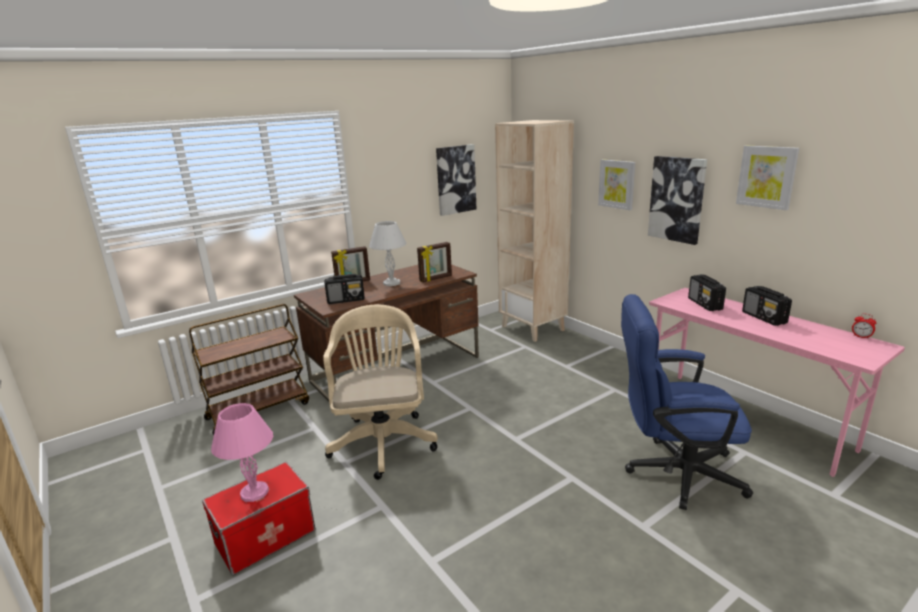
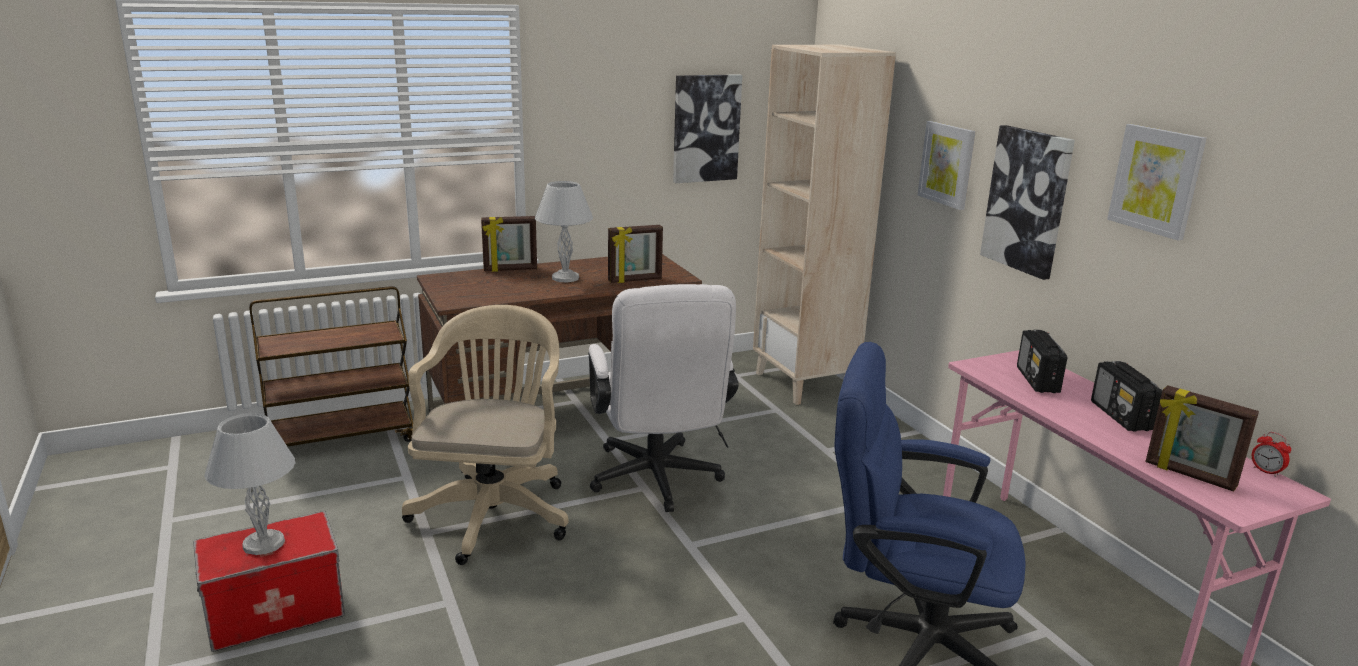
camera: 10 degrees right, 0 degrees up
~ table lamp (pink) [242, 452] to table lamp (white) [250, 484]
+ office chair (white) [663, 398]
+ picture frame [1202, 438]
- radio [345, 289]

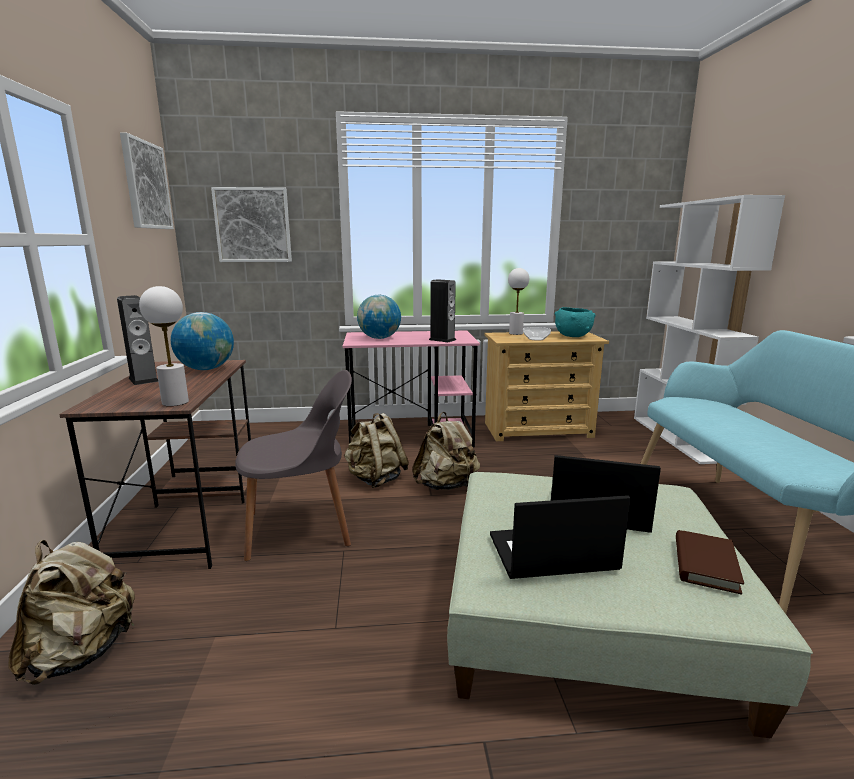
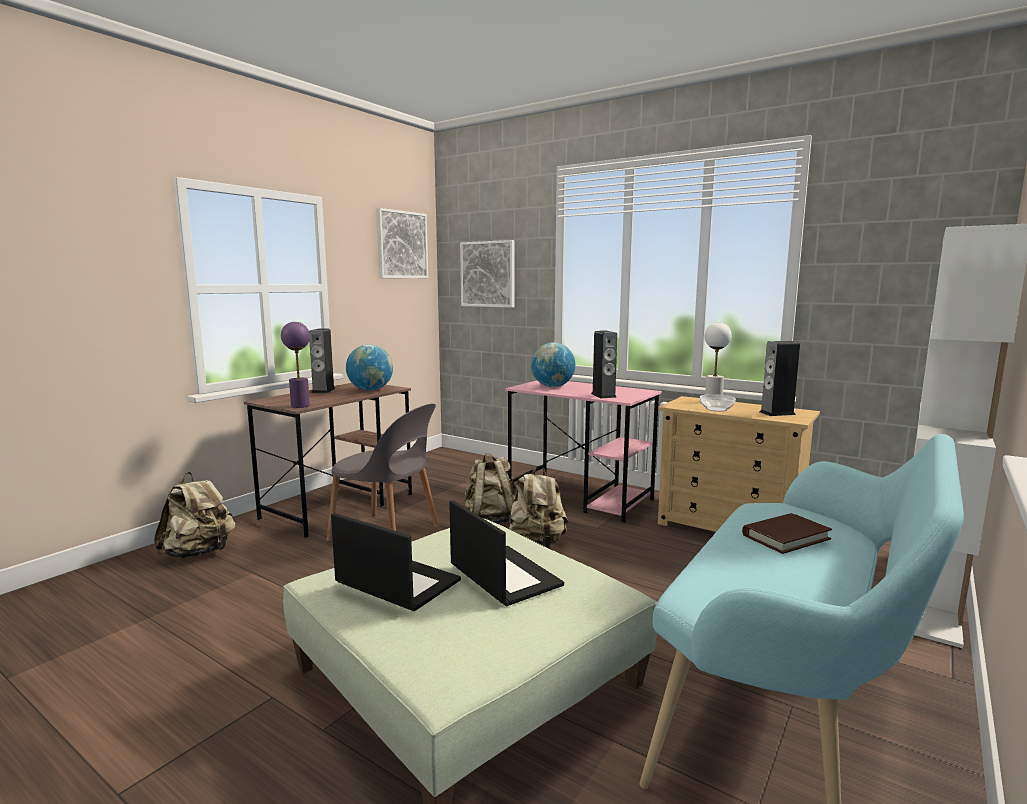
camera: 40 degrees right, 5 degrees down
~ table lamp (white) [164, 346] to table lamp (purple) [295, 365]
~ book (brown) [710, 562] to [787, 533]
~ bowl (turquoise) [575, 322] to speaker [779, 378]

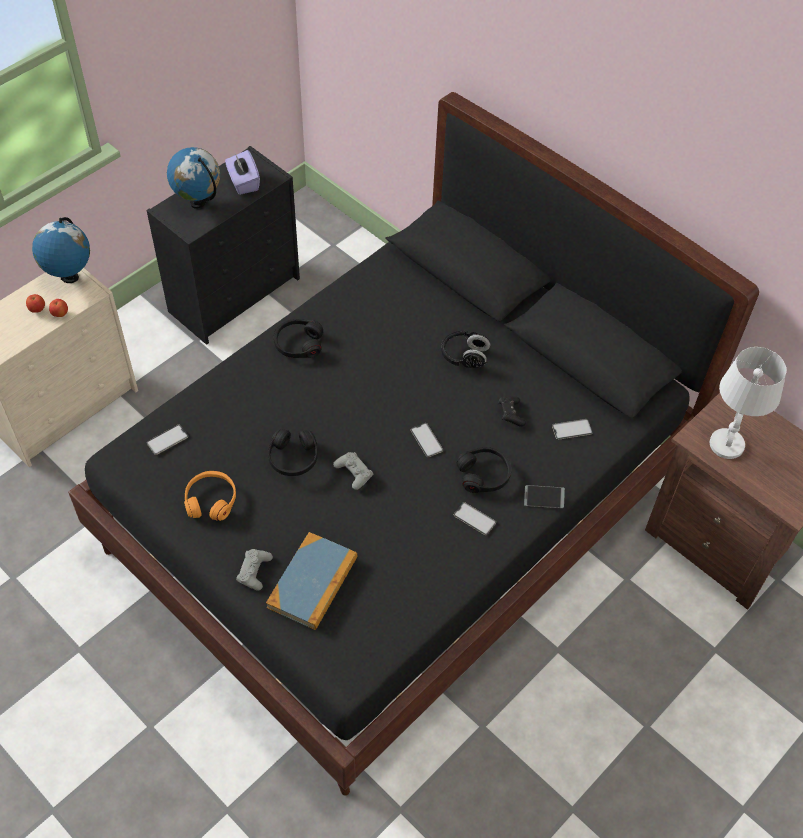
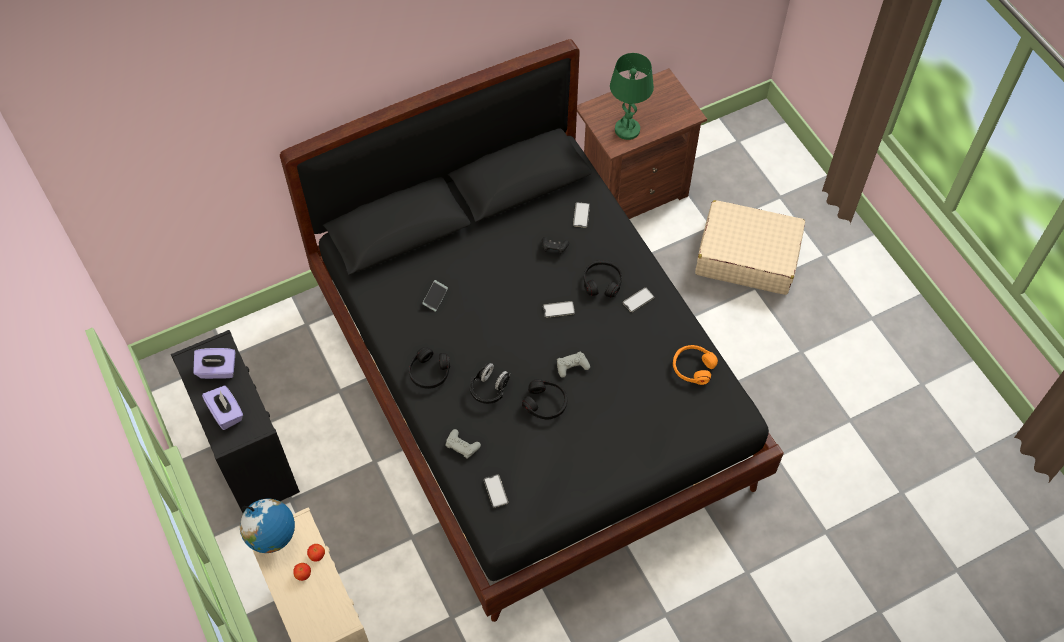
camera: 70 degrees left, 5 degrees up
~ globe [193, 178] to tissue box (purple) [222, 408]
~ phone [544, 496] to [435, 296]
~ game controller (grey) [254, 570] to [463, 444]
~ headphones (black) [465, 349] to [490, 383]
~ table lamp (white) [748, 403] to table lamp (green) [632, 96]
~ headphones (orange) [210, 496] to [695, 365]
+ suitcase (beige) [750, 247]
- book [312, 581]

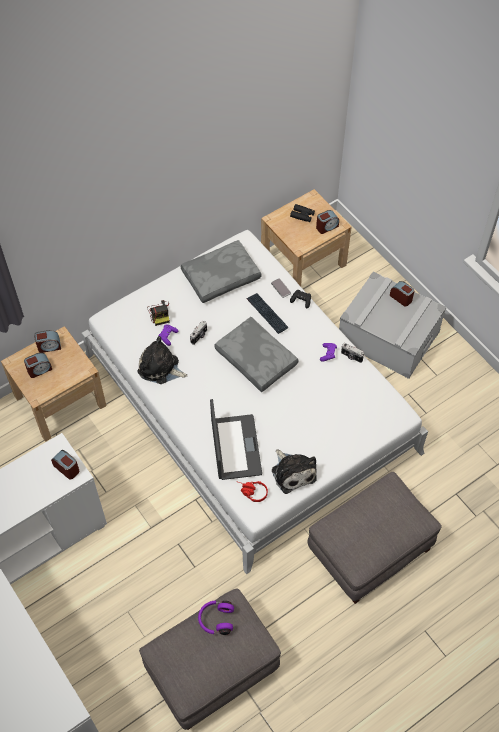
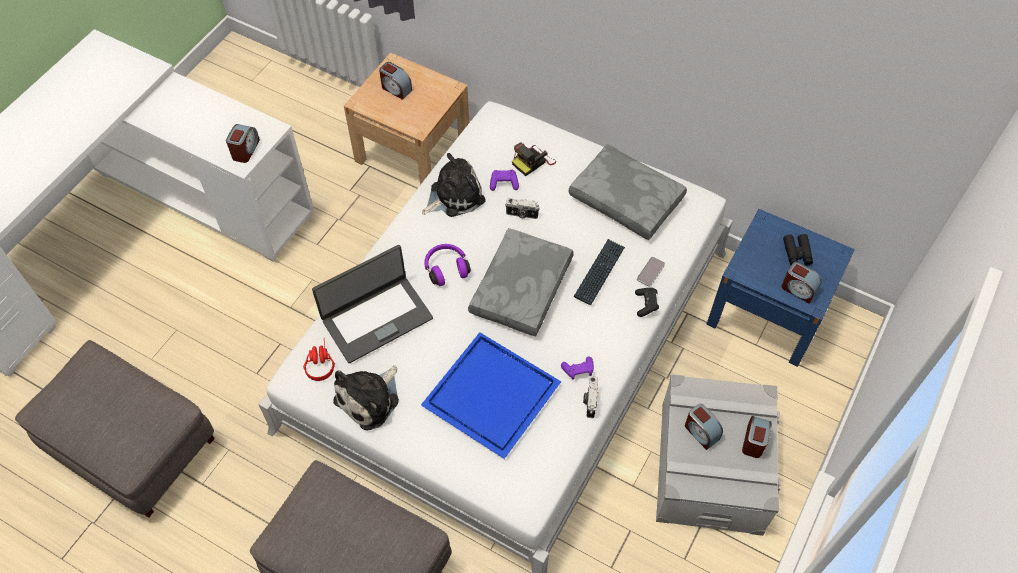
camera: 65 degrees right, 0 degrees up
+ tray (blue) [491, 395]
~ plush toy [162, 360] = [453, 185] 60 degrees clockwise
~ headphones (purple) [216, 618] to [447, 265]
~ alarm clock [47, 341] to [704, 427]
~ nightstand (beige) [306, 237] to nightstand (blue) [780, 288]

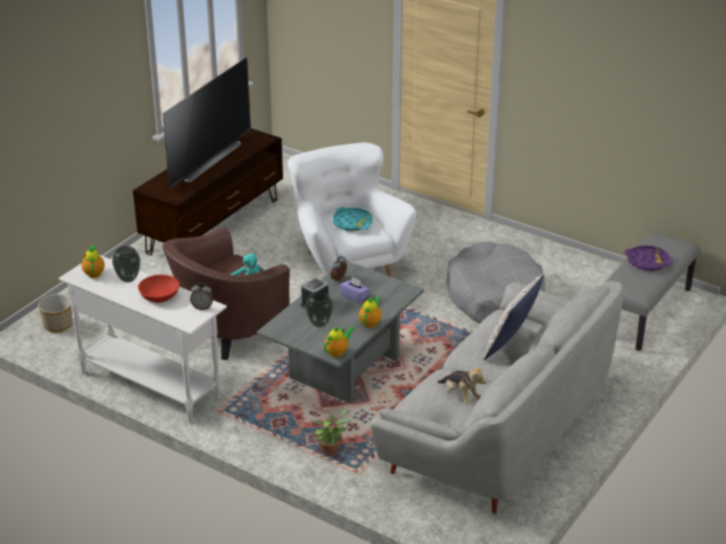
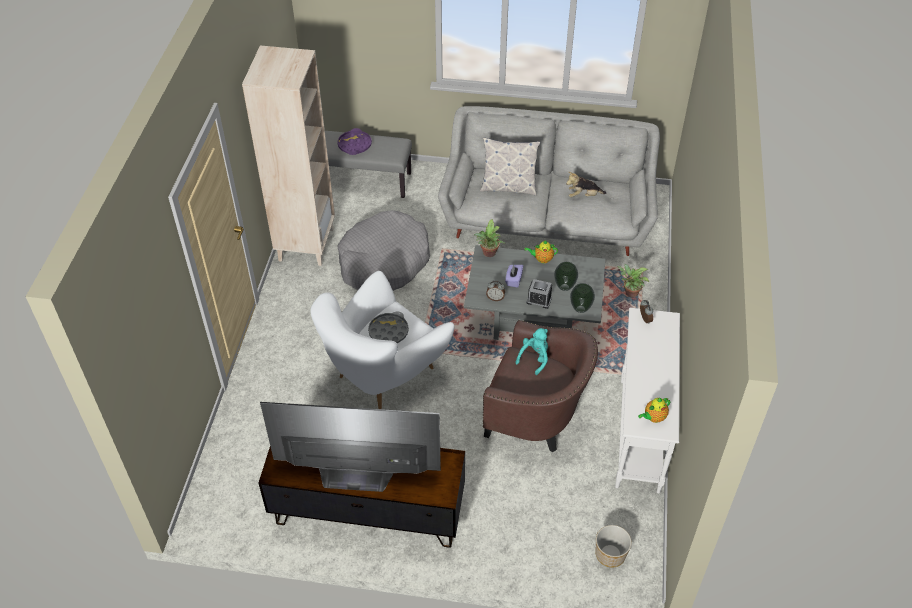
camera: 115 degrees left, 15 degrees up
+ bookcase (beige) [288, 155]
~ tray (turquoise) [353, 219] to tray (grey) [388, 327]
+ potted plant [489, 238]
~ plush toy [462, 384] = [586, 184] 120 degrees counterclockwise
~ vase [126, 264] to [582, 298]
- bowl (red) [158, 289]
- teapot [339, 341]

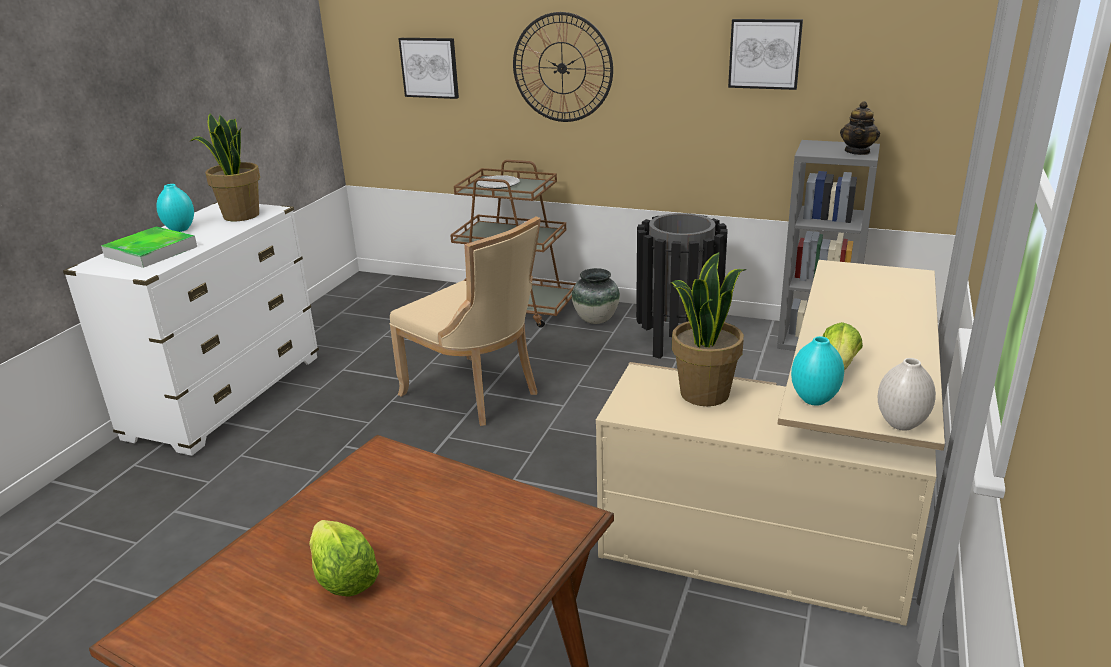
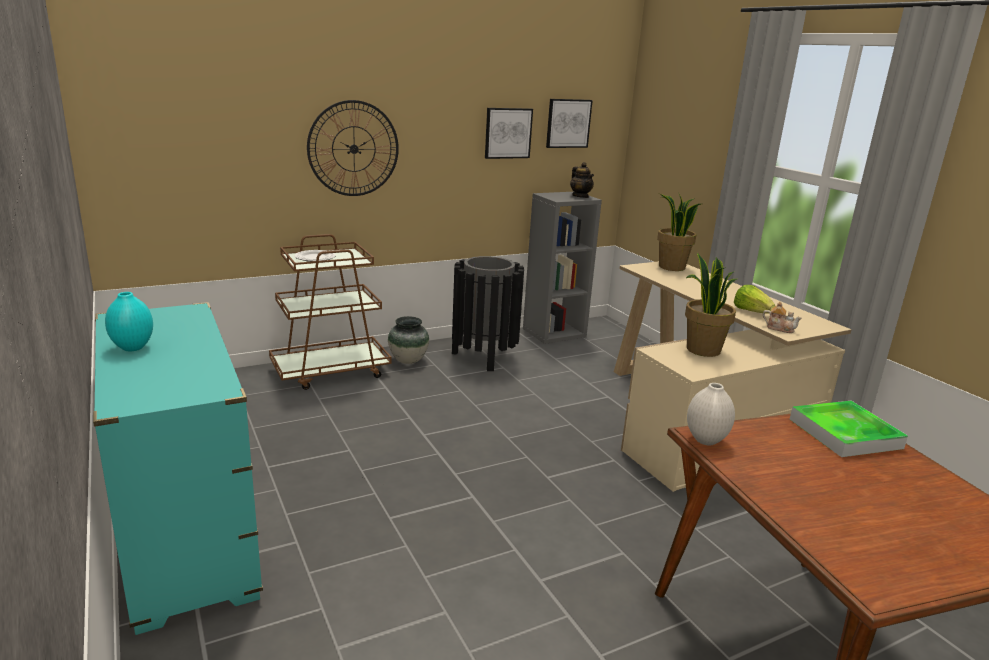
camera: 50 degrees left, 5 degrees down
~ dresser (white) [191, 329] to dresser (turquoise) [178, 468]
~ picture [428, 68] to [569, 123]
~ potted plant [225, 167] to [679, 232]
~ vase (white) [907, 394] to [711, 414]
~ vase (turquoise) [817, 371] to teapot [782, 317]
~ tray [149, 247] to [849, 429]
- lettuce [344, 558]
- chair (beige) [465, 321]

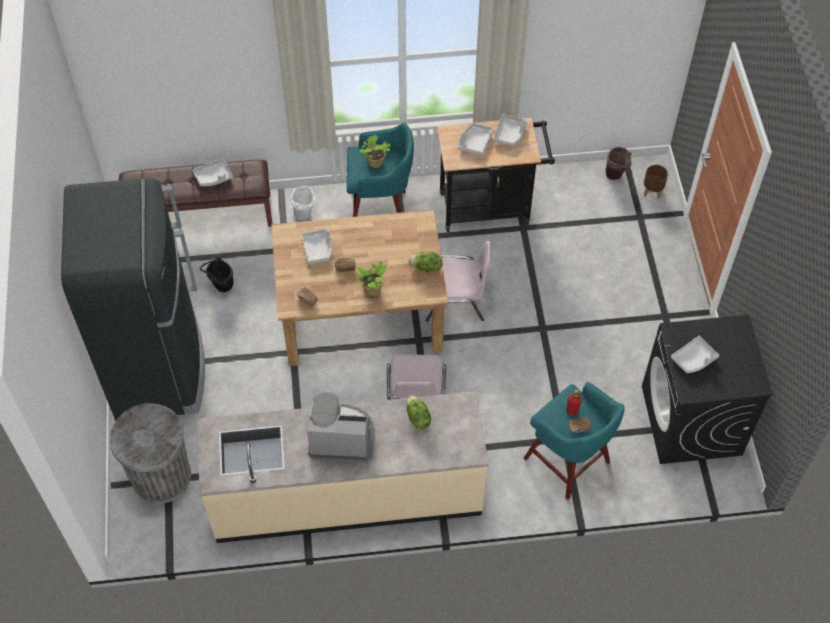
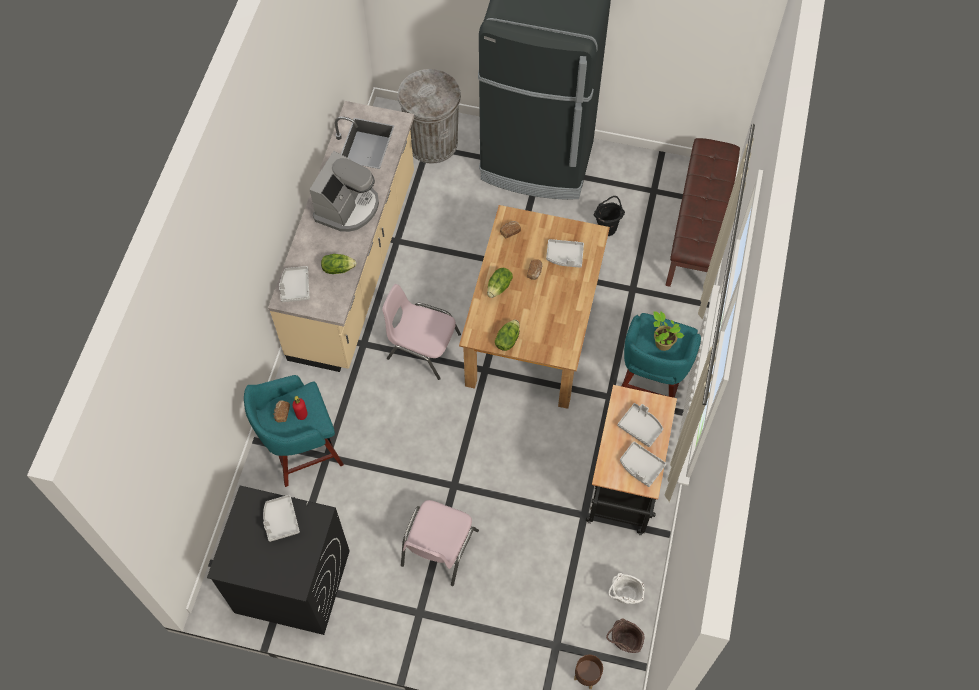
camera: 110 degrees right, 5 degrees up
~ tray (grey) [213, 172] to [294, 284]
~ chair (pink) [458, 281] to [440, 543]
~ potted plant [372, 278] to lettuce [500, 282]
~ bucket (white) [303, 203] to [626, 588]

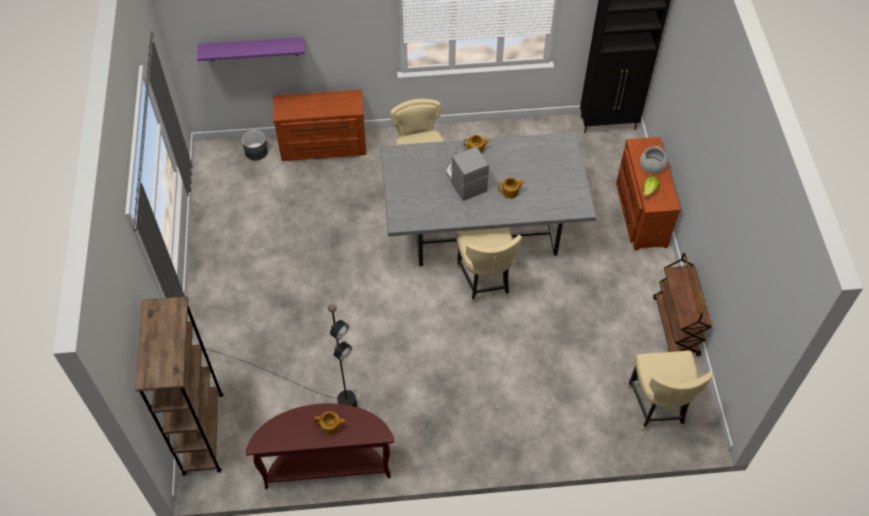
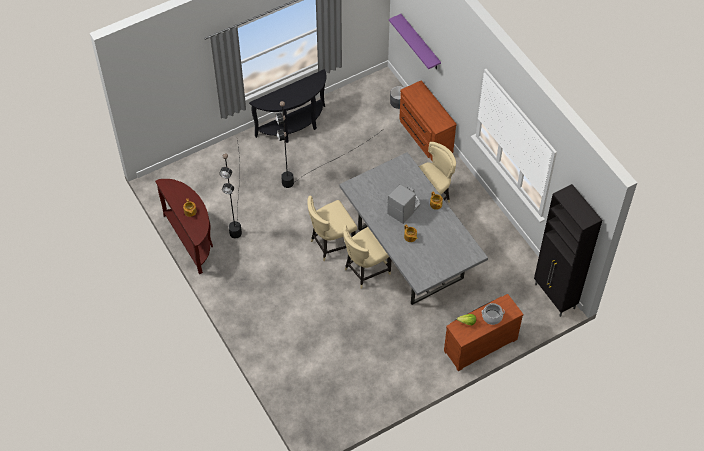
camera: 65 degrees right, 0 degrees up
+ console table (black) [287, 106]
+ floor lamp (black) [328, 144]
~ chair (beige) [670, 391] to [332, 228]
- bookcase (brown) [179, 386]
- cart (brown) [682, 304]

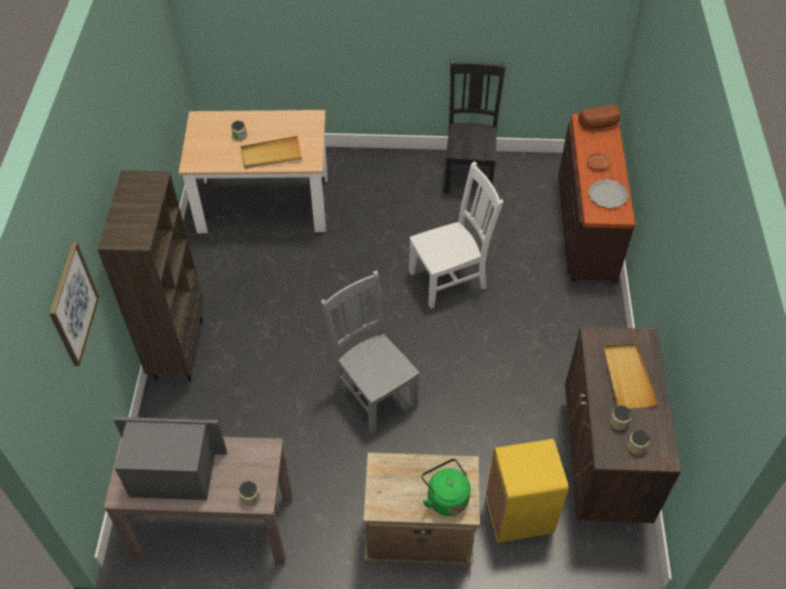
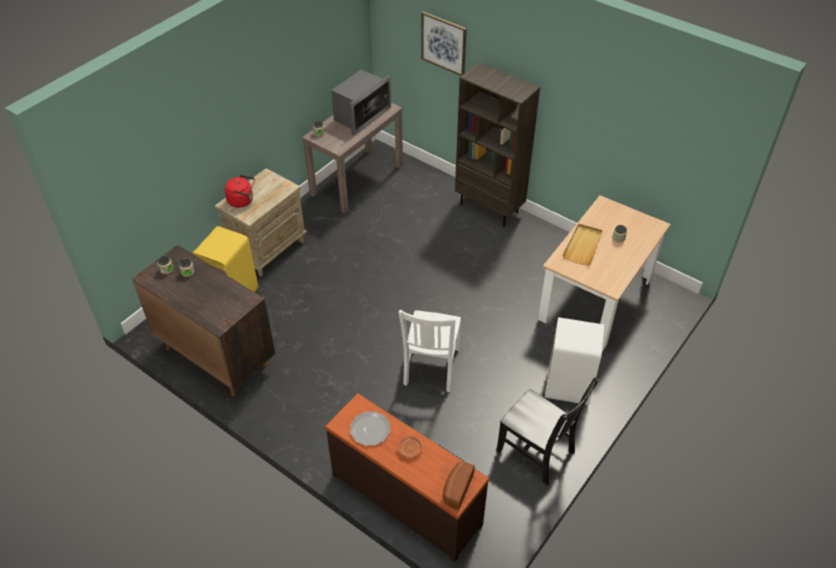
camera: 125 degrees right, 5 degrees down
~ kettle (green) [446, 487] to kettle (red) [240, 191]
+ trash can (white) [574, 361]
- chair (grey) [370, 352]
- tray (beige) [630, 376]

